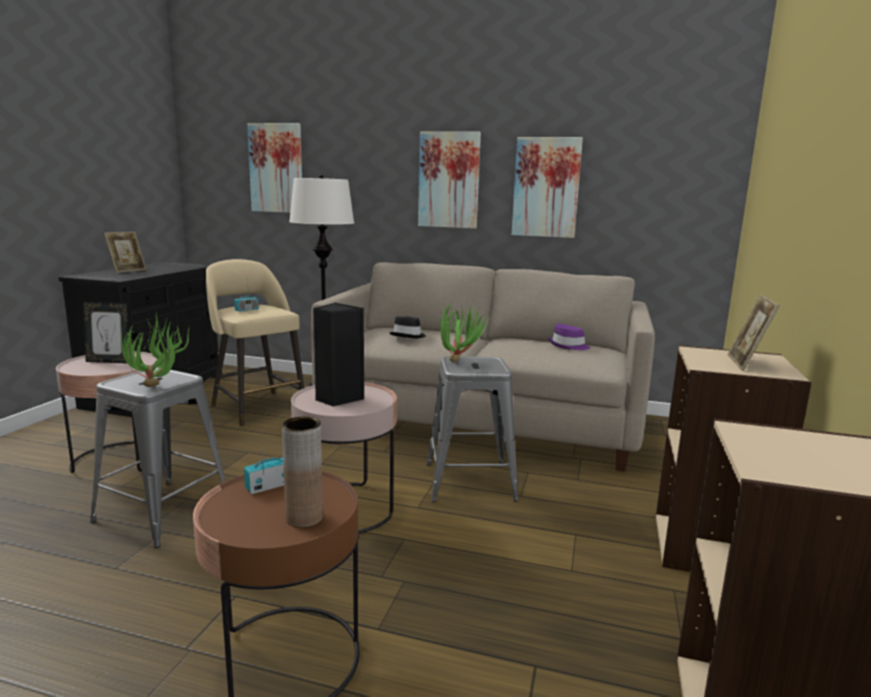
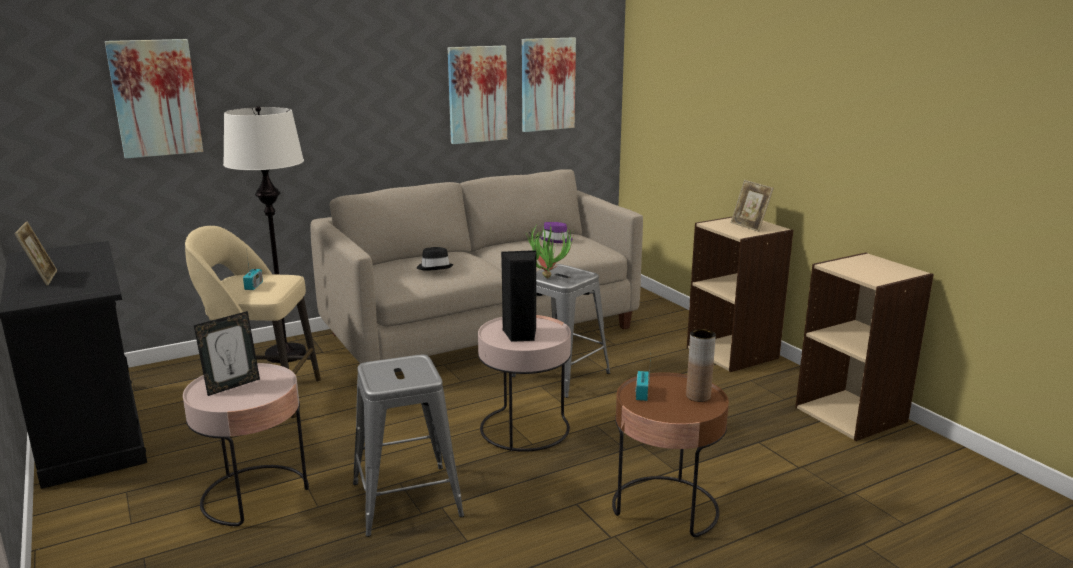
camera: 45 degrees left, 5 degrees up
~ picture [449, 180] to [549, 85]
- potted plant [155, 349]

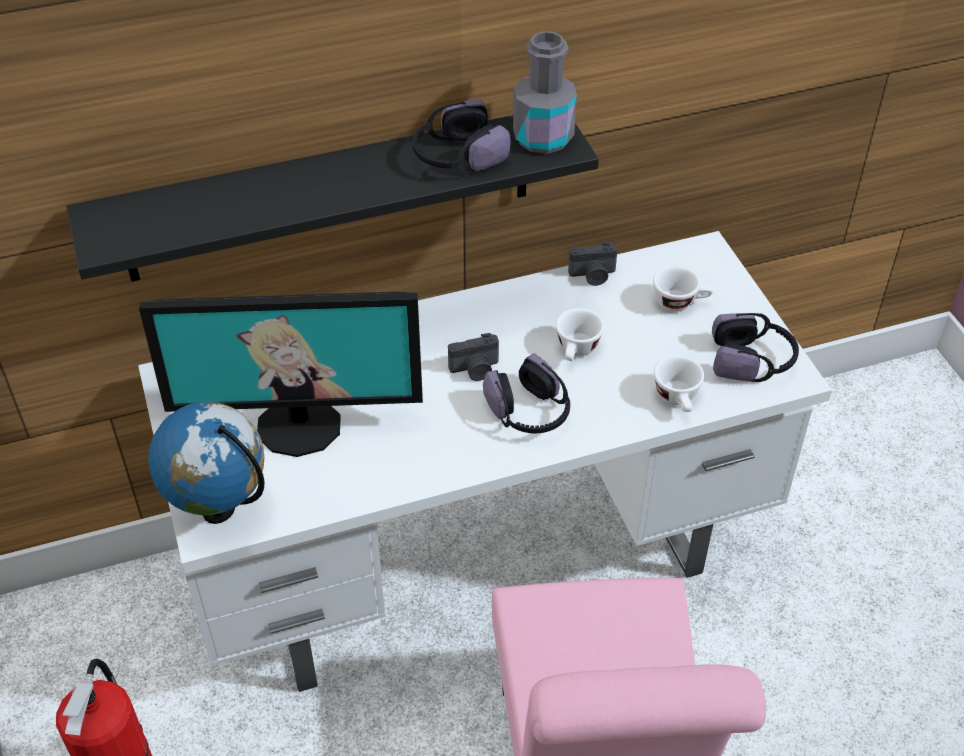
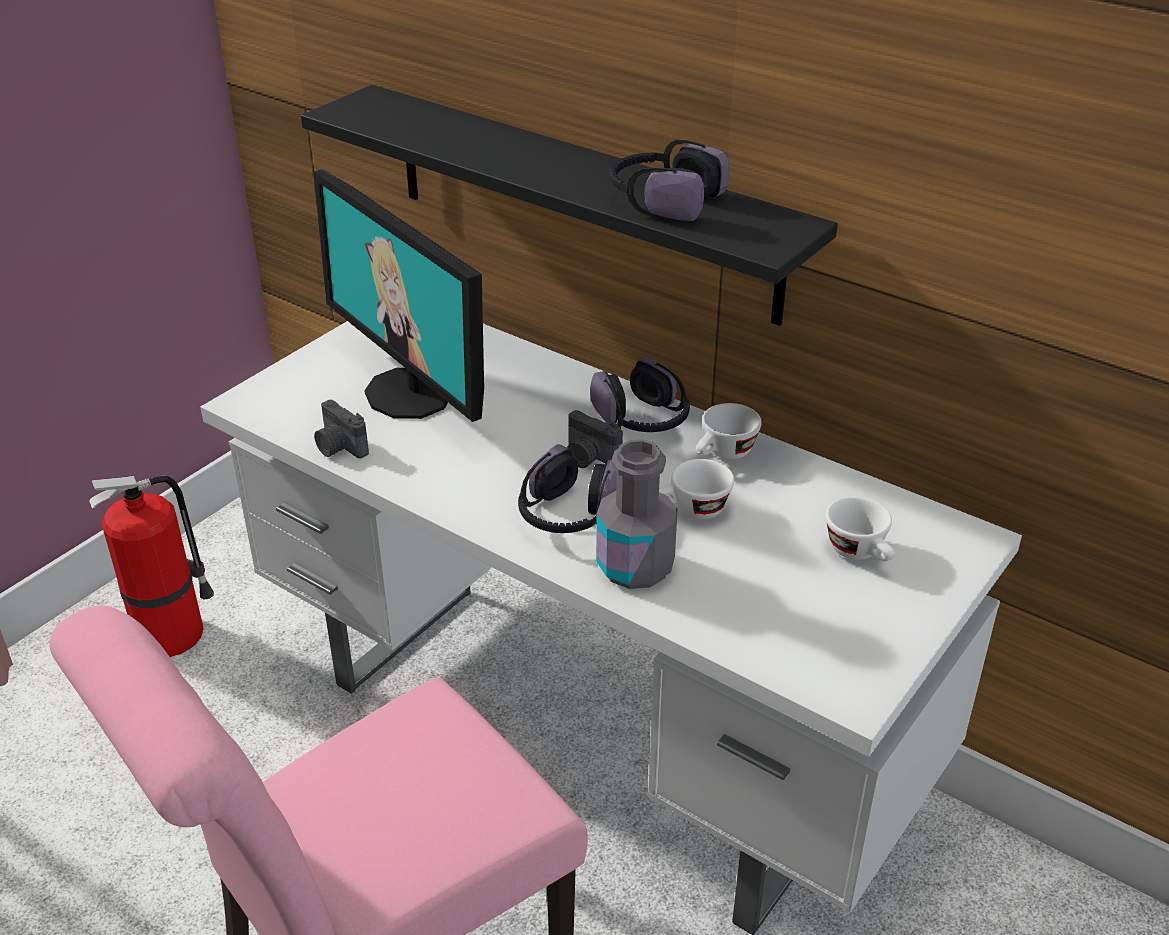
camera: 55 degrees right, 10 degrees down
~ photo camera [593, 264] to [341, 429]
~ headphones [755, 347] to [640, 394]
~ bottle (grey) [545, 92] to [637, 514]
~ cup (white) [679, 383] to [729, 431]
- globe [206, 463]

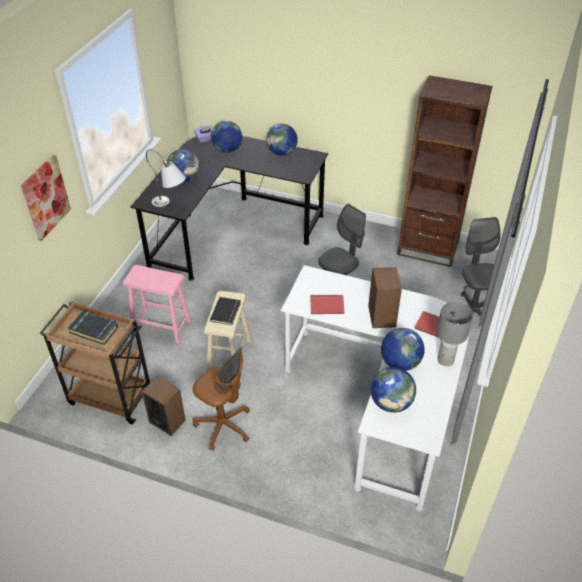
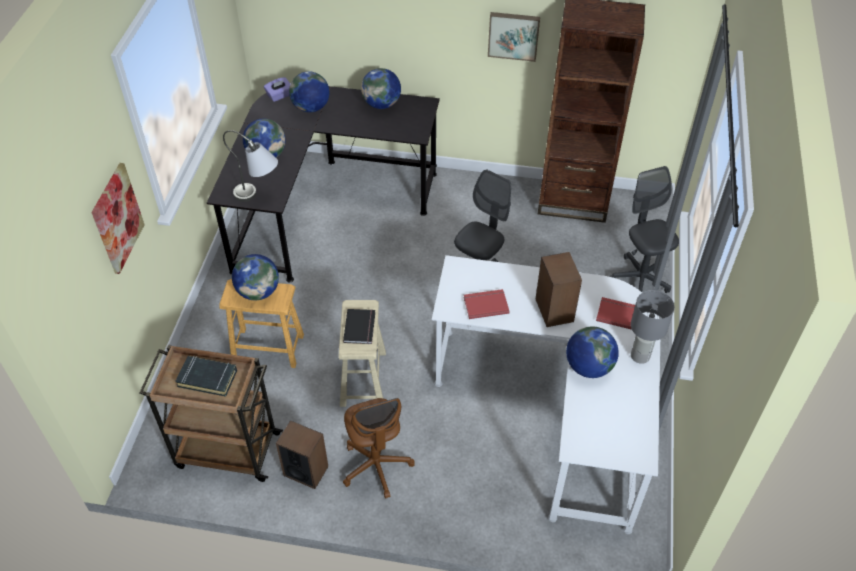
camera: 10 degrees left, 5 degrees up
~ stool (pink) [157, 304] to stool (brown) [261, 323]
~ globe [393, 390] to [255, 277]
~ office chair (brown) [221, 398] = [379, 448] 45 degrees clockwise
+ picture [514, 37]

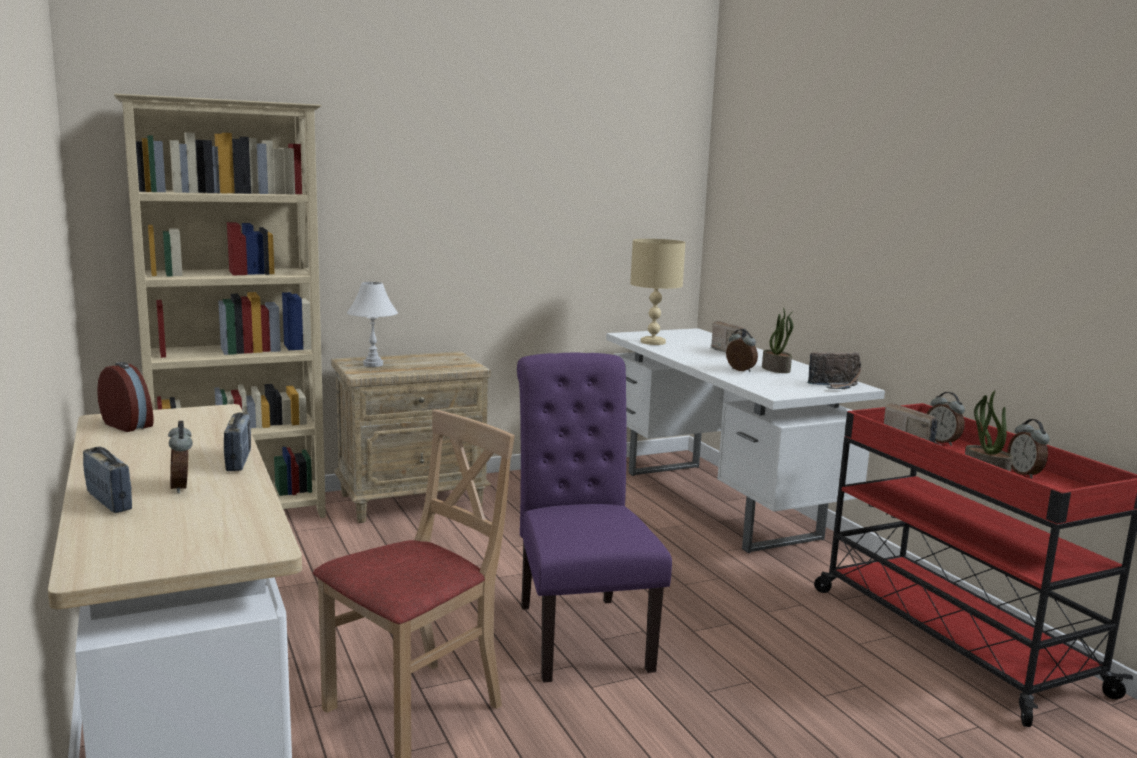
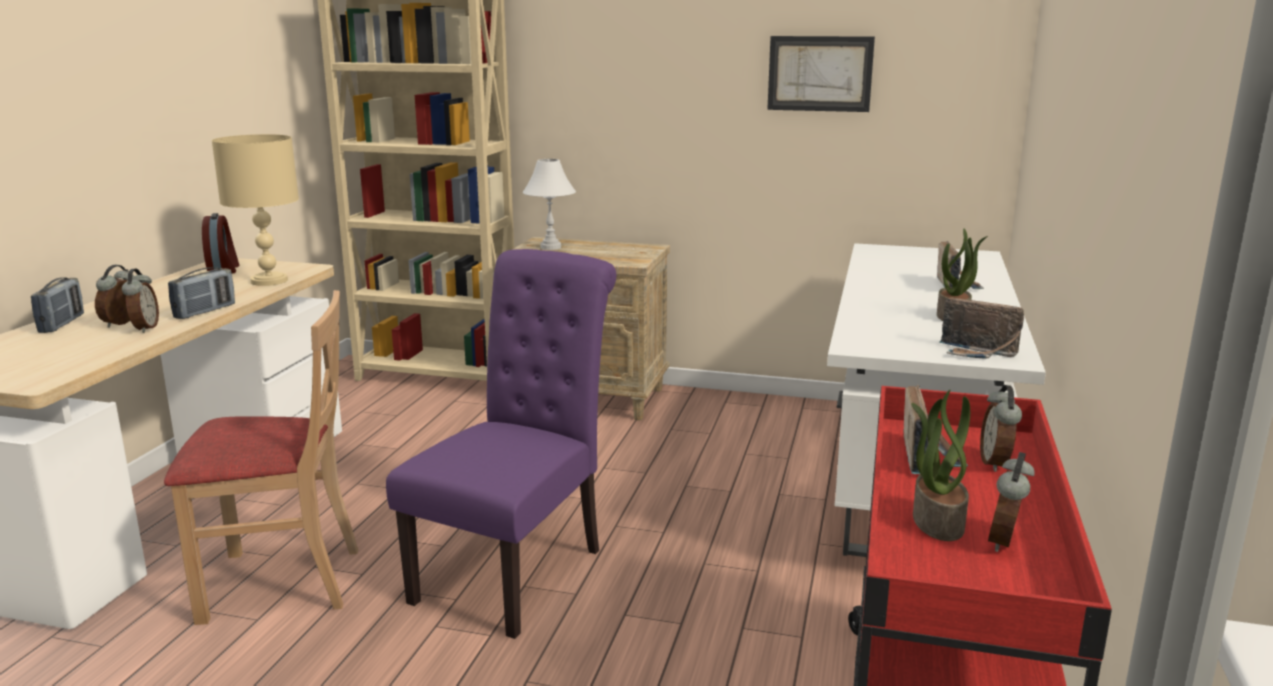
camera: 40 degrees right, 5 degrees up
~ alarm clock [742, 350] to [140, 300]
~ table lamp (beige) [658, 292] to [255, 210]
+ picture [821, 74]

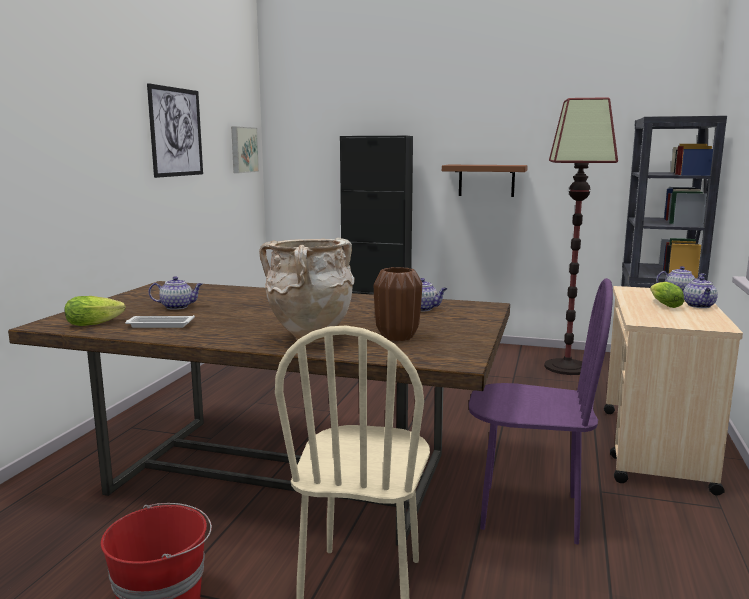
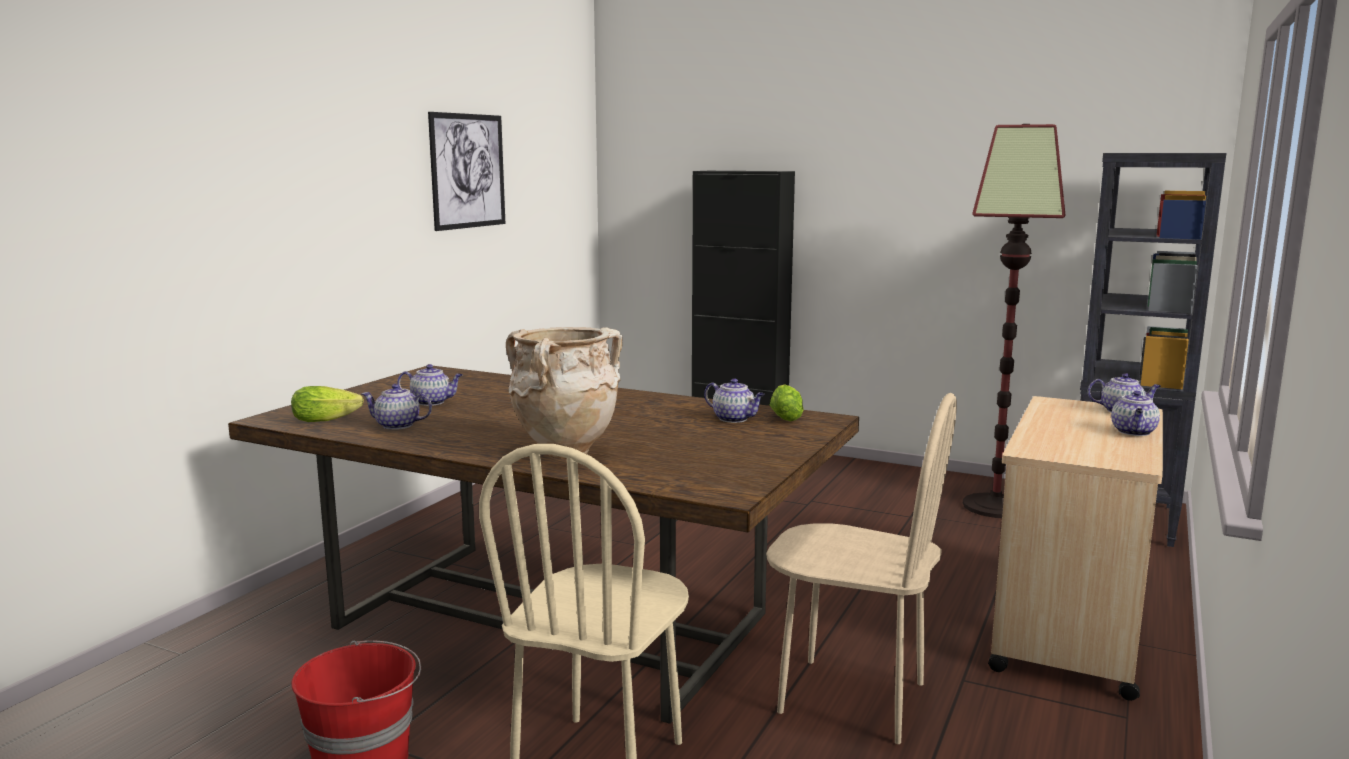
camera: 10 degrees right, 0 degrees up
~ tray (white) [160, 321] to teapot [396, 407]
~ chair (purple) [541, 411] to chair (beige) [861, 568]
~ lettuce [667, 295] to [787, 402]
- picture [245, 149]
- vase (brown) [398, 304]
- shelf (brown) [485, 181]

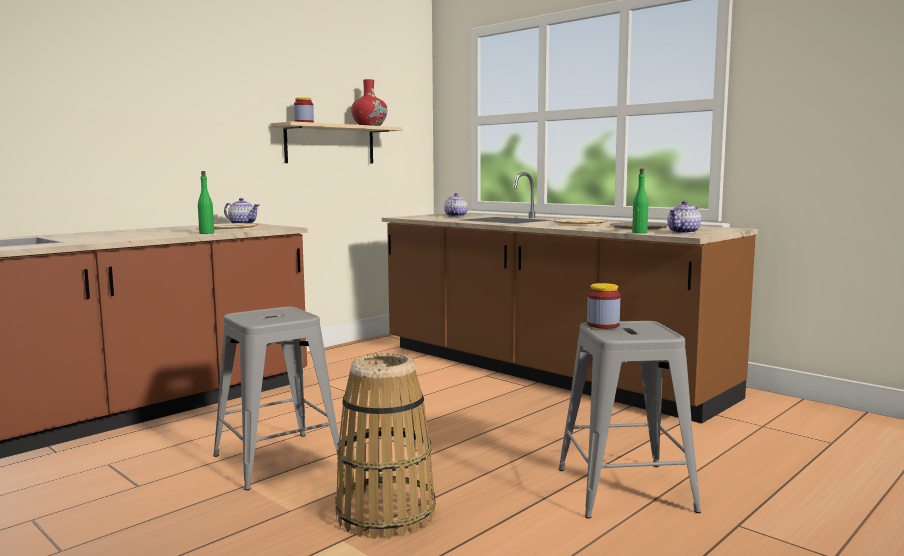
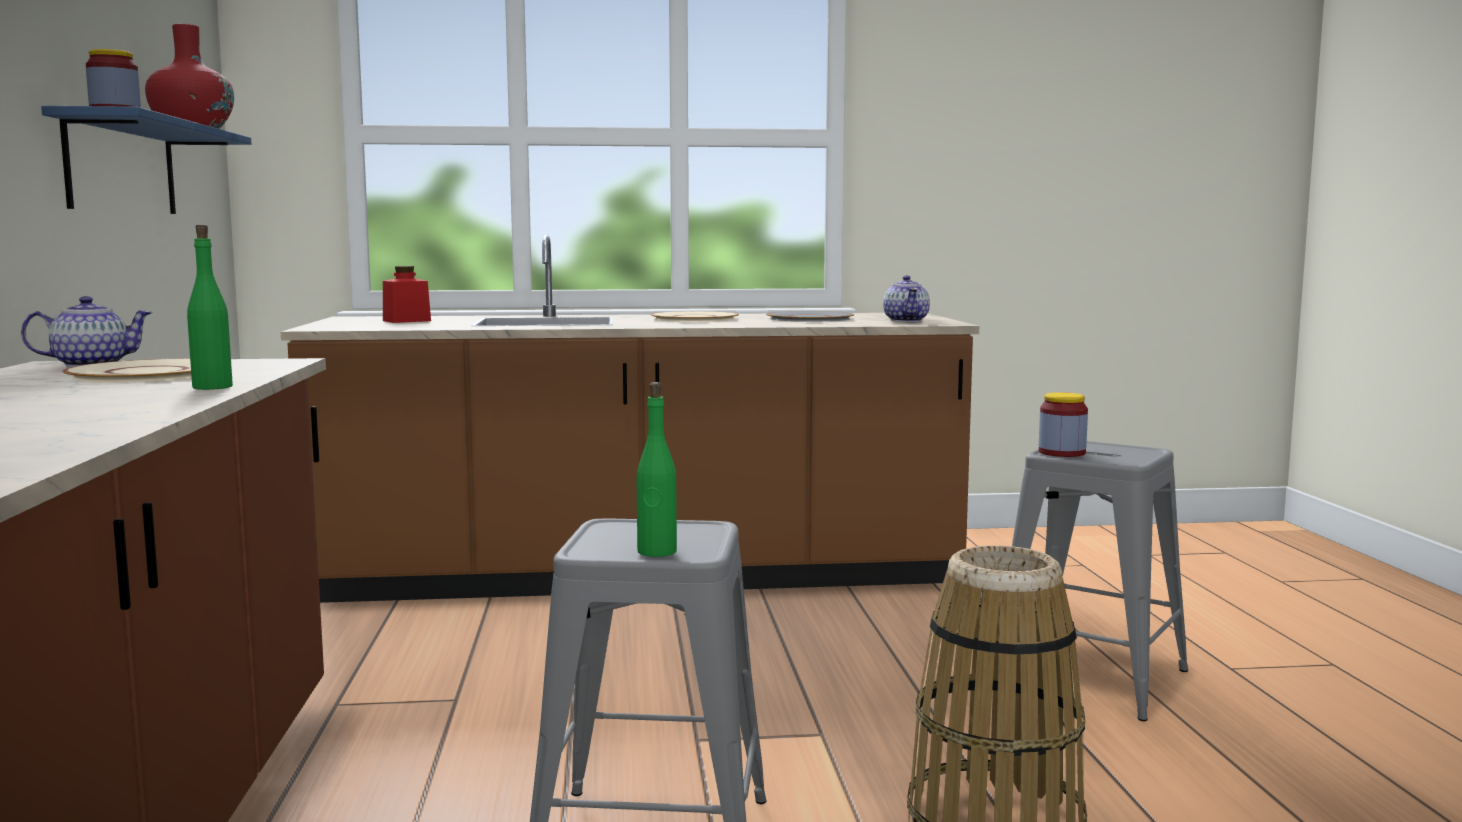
camera: 50 degrees left, 0 degrees up
~ shelf (beige) [336, 142] to shelf (blue) [146, 160]
~ teapot [456, 205] to jar (red) [407, 294]
~ bottle (green) [640, 201] to [657, 469]

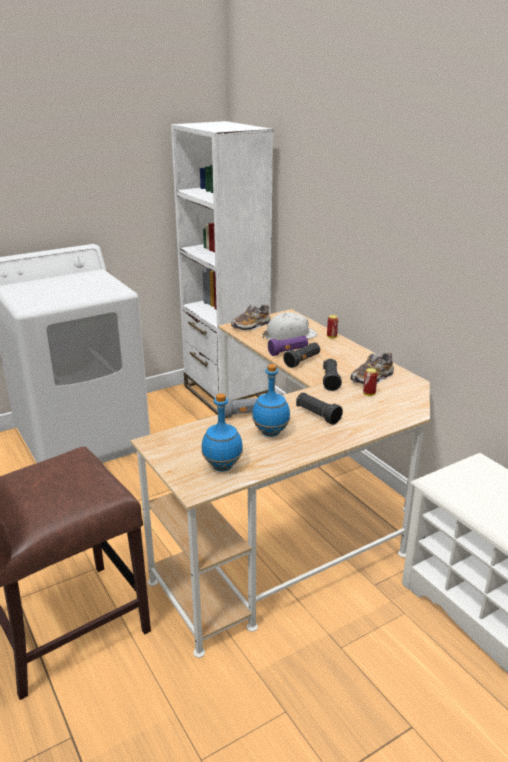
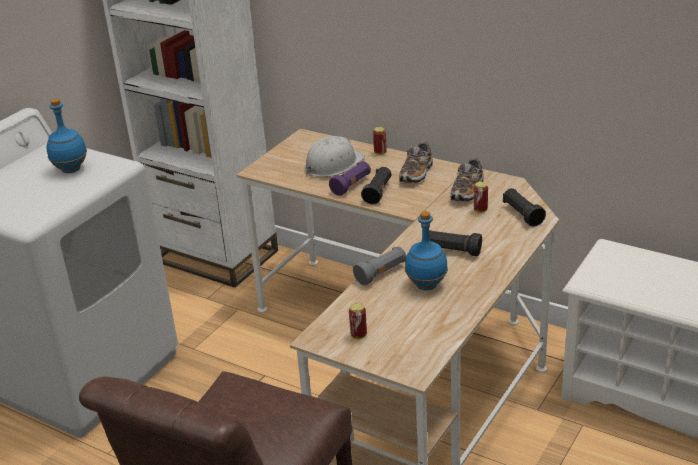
camera: 25 degrees left, 5 degrees up
~ bottle (blue) [222, 432] to [66, 136]
+ can [358, 321]
~ shoe [250, 317] to [416, 162]
~ flashlight (black) [332, 375] to [524, 207]

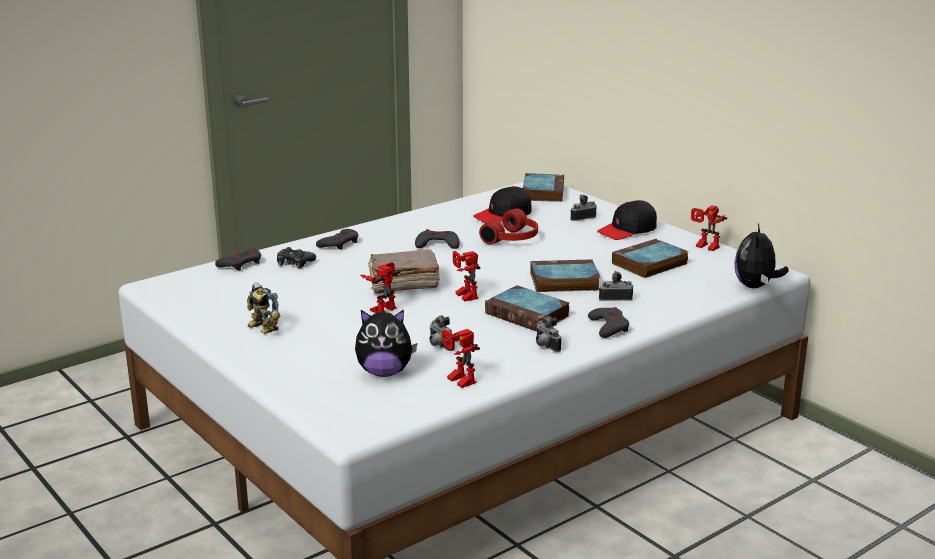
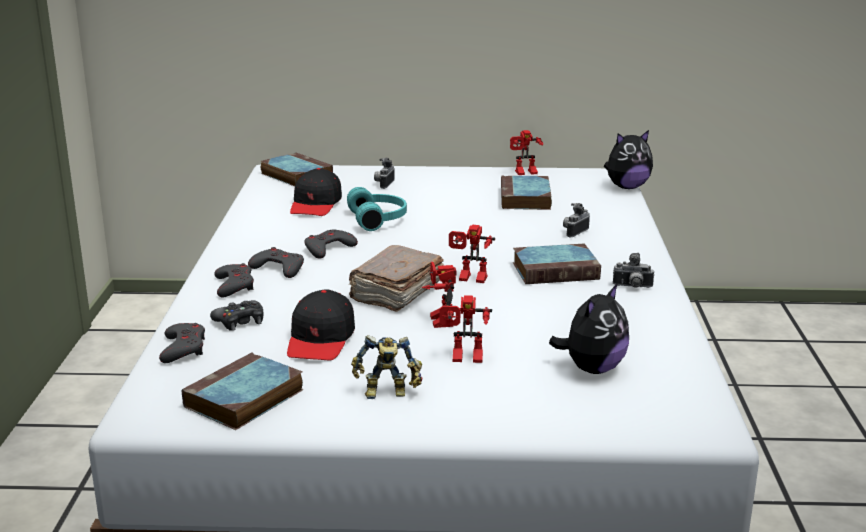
camera: 50 degrees left, 0 degrees up
~ book [565, 275] to [243, 391]
~ game controller (grey) [608, 322] to [276, 262]
~ cap (black) [627, 220] to [321, 325]
~ headphones (red) [508, 226] to headphones (turquoise) [377, 209]
~ toy robot [461, 358] to [465, 329]
~ plush toy [761, 256] = [628, 159] 75 degrees counterclockwise
- photo camera [442, 333]

